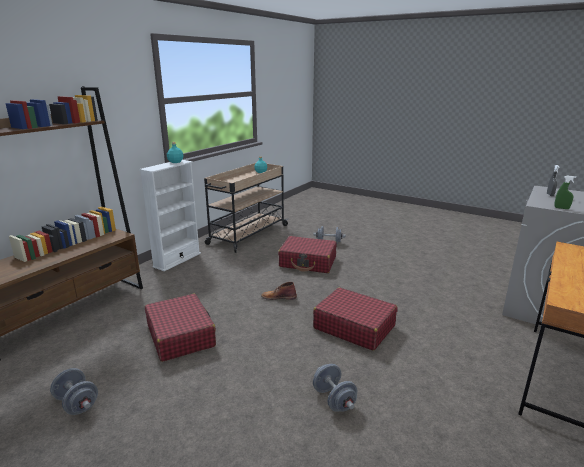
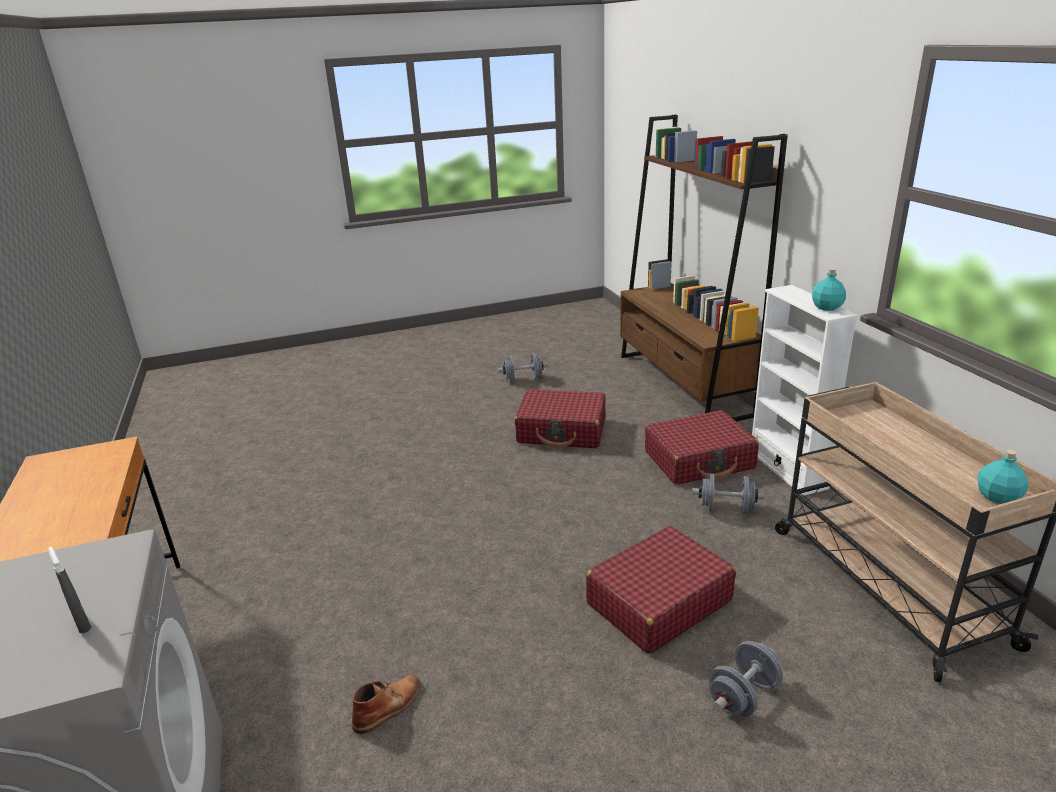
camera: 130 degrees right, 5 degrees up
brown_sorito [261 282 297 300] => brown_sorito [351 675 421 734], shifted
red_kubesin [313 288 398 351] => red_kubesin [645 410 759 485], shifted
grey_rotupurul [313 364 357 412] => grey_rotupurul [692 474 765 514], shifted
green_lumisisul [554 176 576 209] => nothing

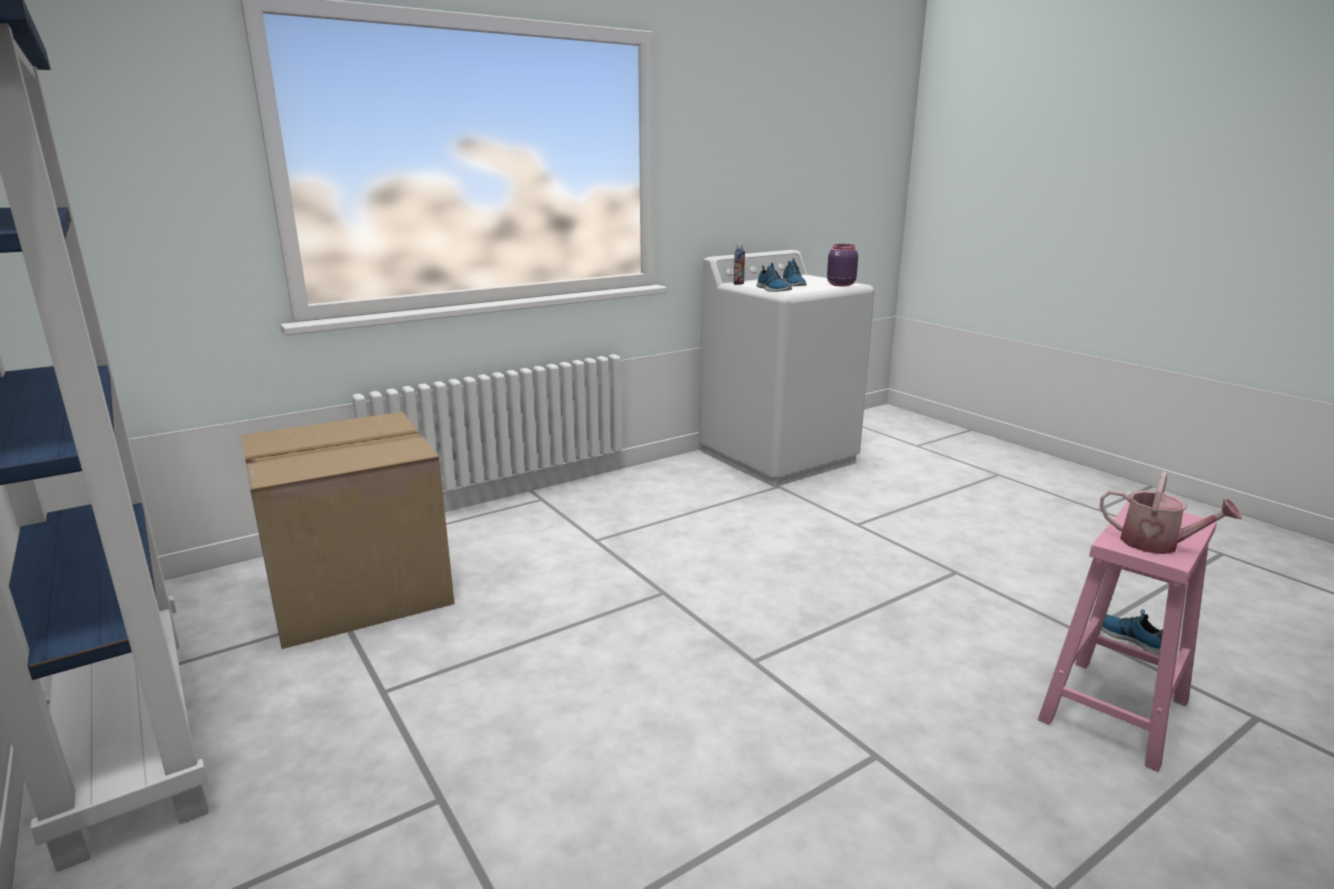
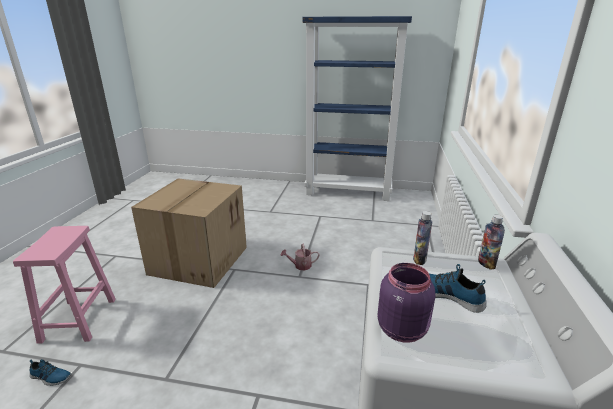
camera: 135 degrees right, 5 degrees up
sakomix [241 412 455 649] => sakomix [131 178 247 288], shifted
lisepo [756 263 792 292] => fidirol [413 211 432 265]
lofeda [1100 471 1242 554] => lofeda [281 243 319 271], shifted

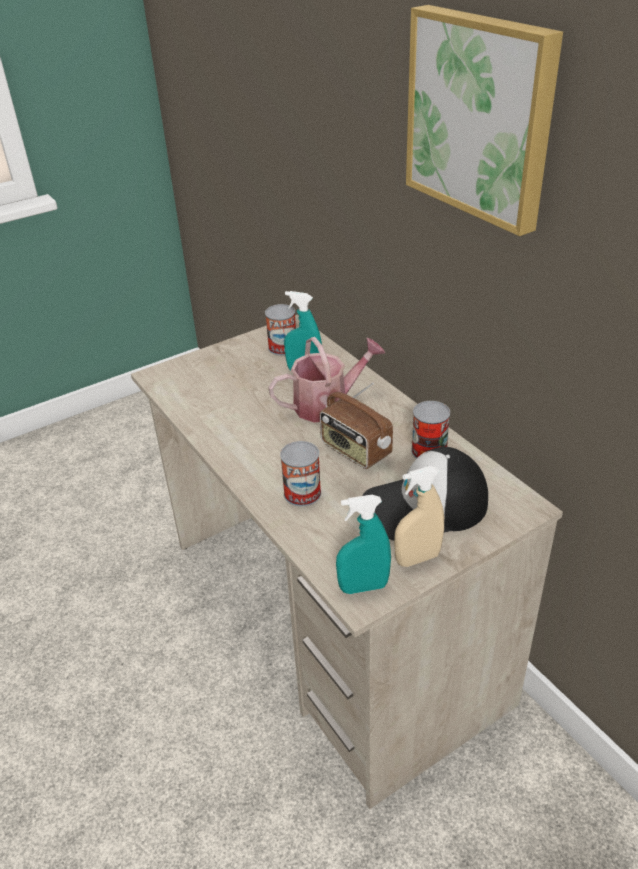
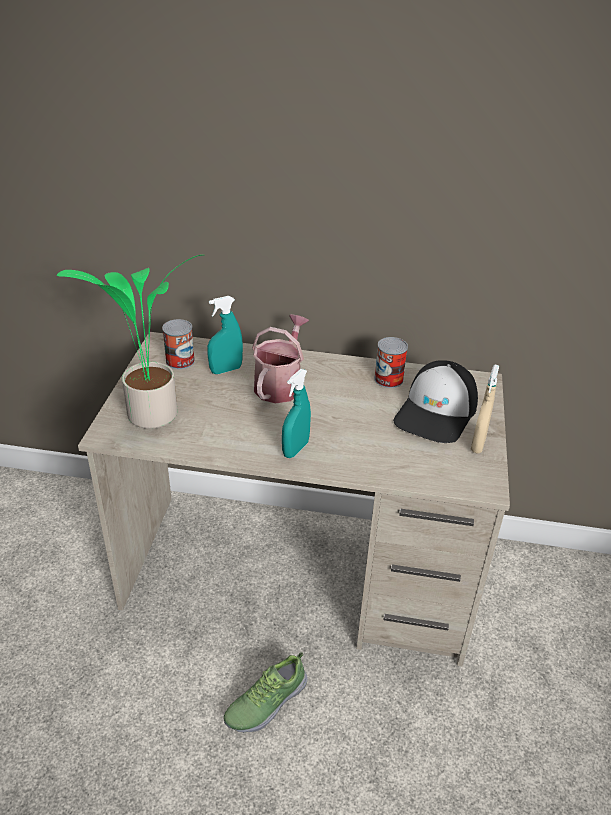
camera: 50 degrees left, 0 degrees up
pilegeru [280 441 321 506] => nothing
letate [320 383 393 469] => nothing
turquoise_lumisisul [336 495 391 594] => turquoise_lumisisul [282 369 311 458], shifted
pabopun [406 5 563 236] => nothing
nothing => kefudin [56 255 203 429]
nothing => lisepo [224 652 308 733]

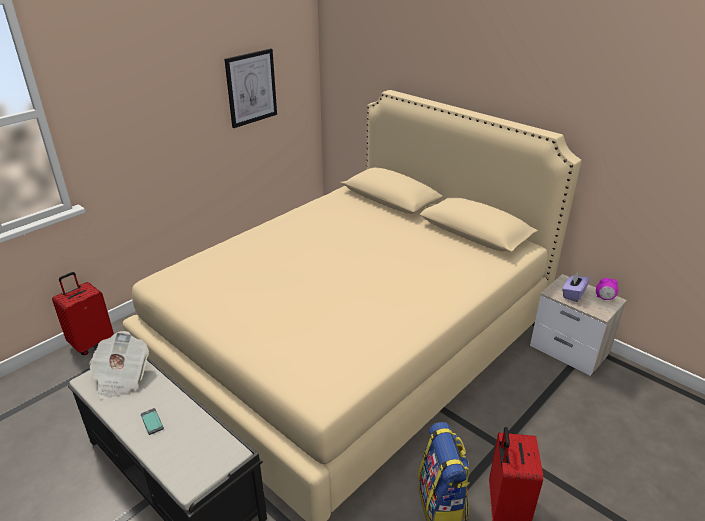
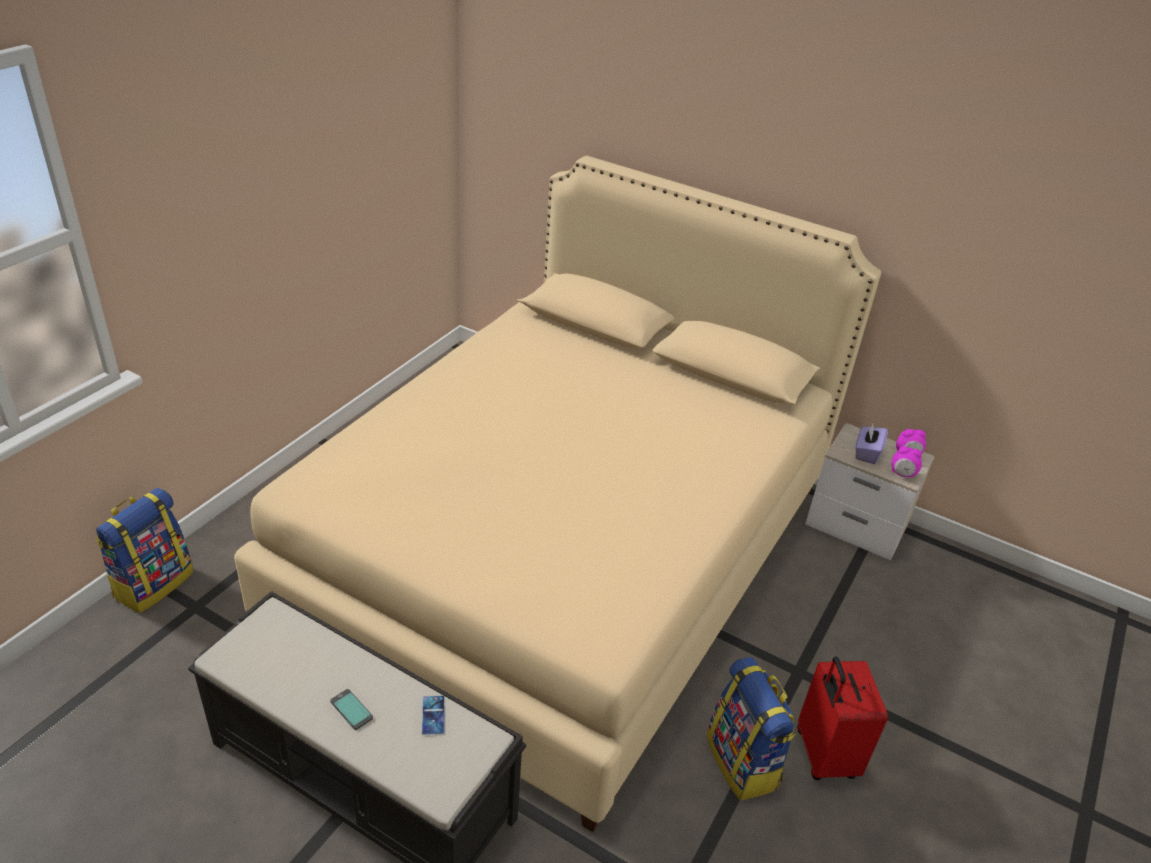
camera: 15 degrees left, 5 degrees up
red_kubesin [52 272 114 355] => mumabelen [96 488 194 613]
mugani [89 331 149 400] => nothing
pabopun [224 49 277 128] => nothing
nothing => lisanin [422 696 445 735]
nothing => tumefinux [891 446 922 477]

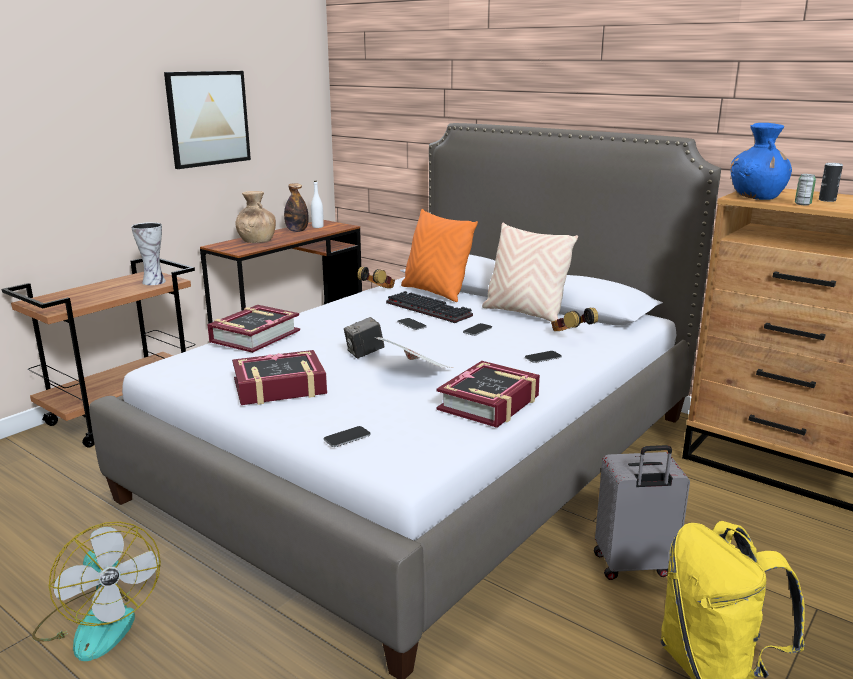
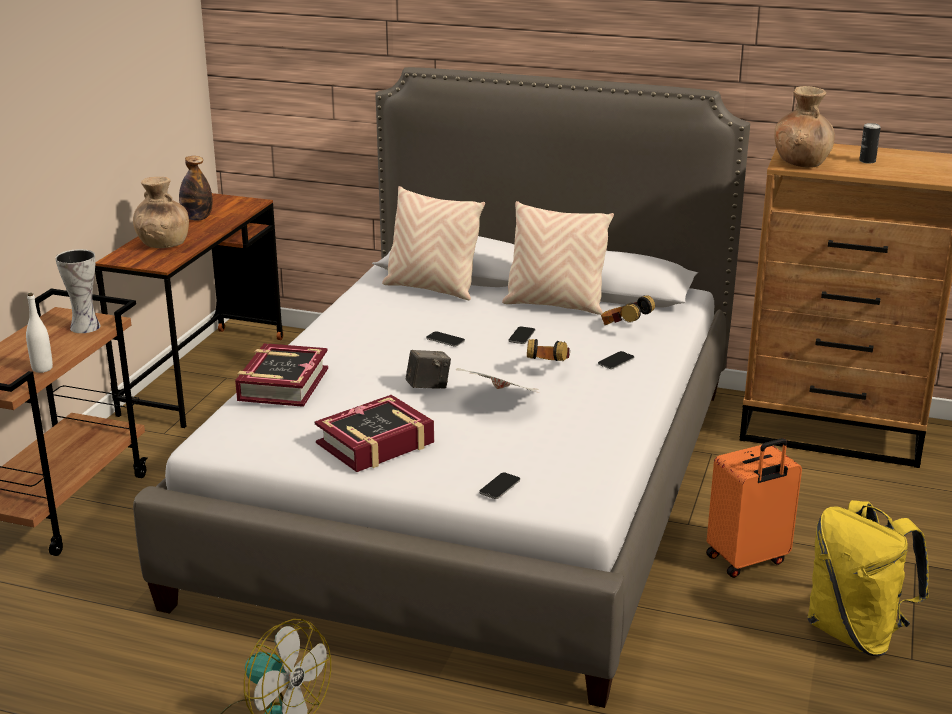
camera: 20 degrees left, 5 degrees up
pabopun [164 71 251 169] => nothing
white_fidirol [311 181 324 228] => white_fidirol [26 293 53 373], shifted
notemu [344 317 384 359] => notemu [406 350 451 389], 150 degrees counterclockwise
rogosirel [357 267 395 288] => rogosirel [527 339 570 361], shifted
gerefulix [386 291 473 323] => nothing
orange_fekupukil [401 209 478 302] => beige_fekupukil [382 186 485 300]
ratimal [436 361 540 428] => nothing
grey_kubesin [594 445 690 580] => orange_kubesin [706 438 802 578]
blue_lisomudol [730 123 792 200] => brown_lisomudol [774 86 835 168]
pilegeru [795 174 816 205] => nothing

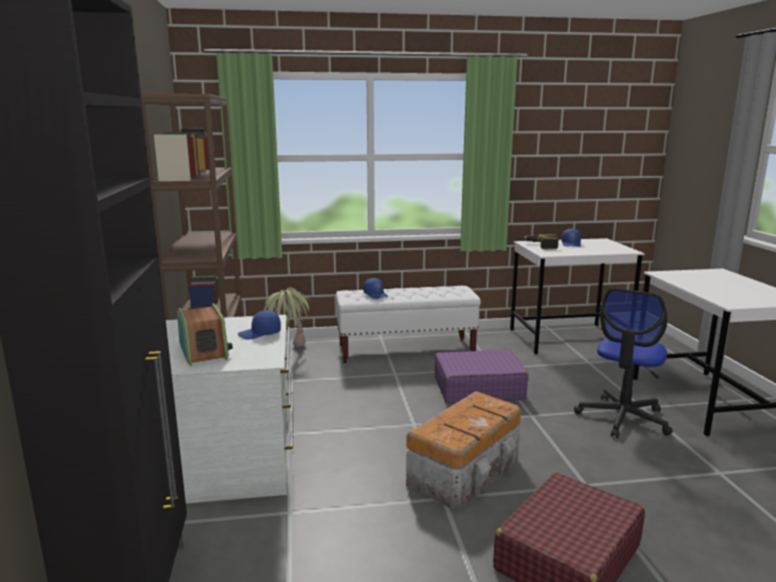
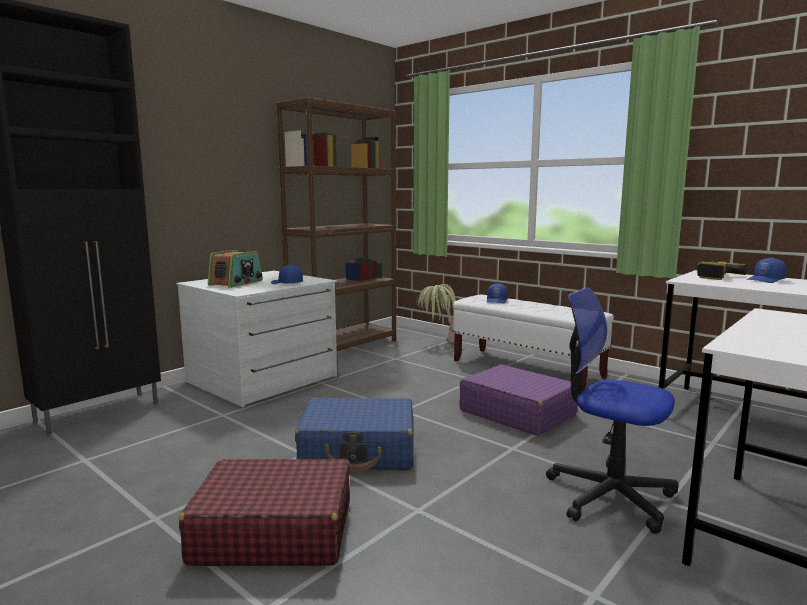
camera: 50 degrees right, 5 degrees down
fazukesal [406 391 521 509] => blue_kubesin [295 398 413 472]
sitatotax [574 288 673 438] => sitatotax [546 287 679 534], 45 degrees clockwise

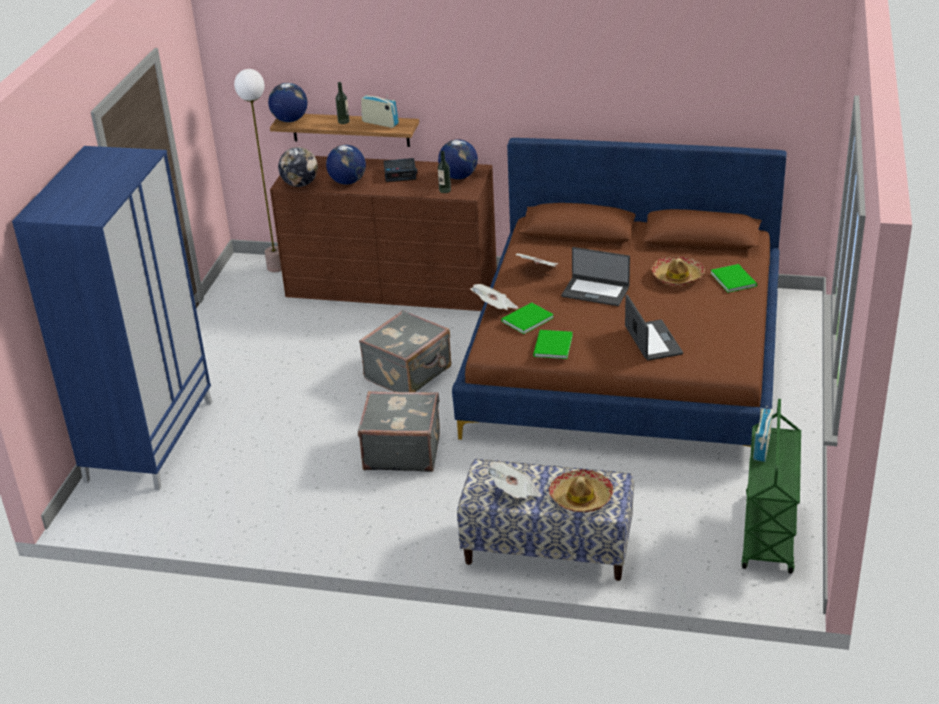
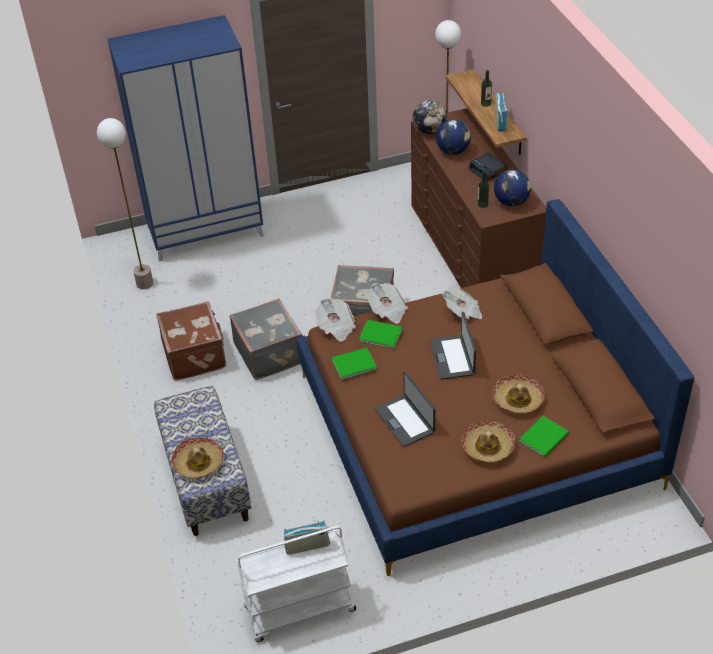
camera: 60 degrees right, 10 degrees up
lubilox [268 83 308 122] => nothing
mugani [486 462 542 499] => mugani [315 298 356 341], shifted
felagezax [625 295 683 361] => felagezax [375 371 436 447], 105 degrees clockwise
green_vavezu [741 399 801 574] => white_vavezu [236 526 356 642]
nothing => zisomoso [97 118 153 289]
nothing => brown_kubesin [156 301 226 380]
nothing => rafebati [462 421 515 463]

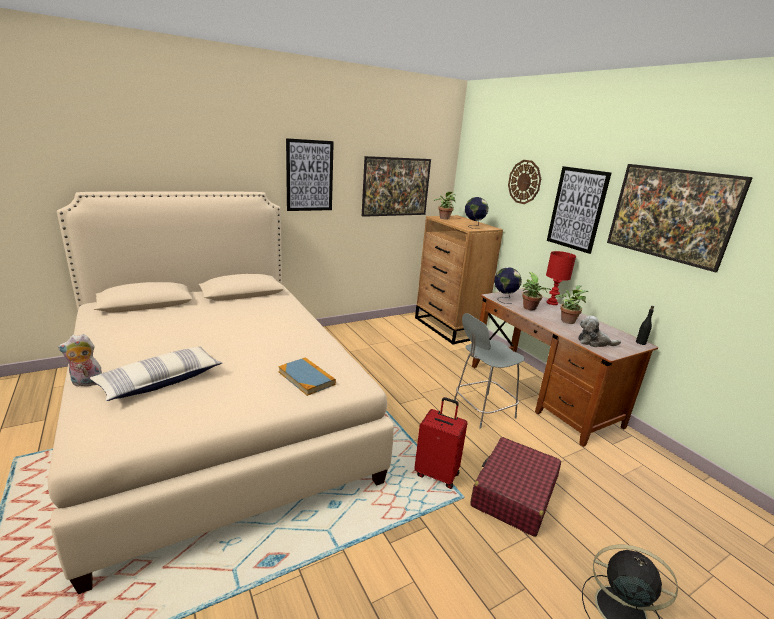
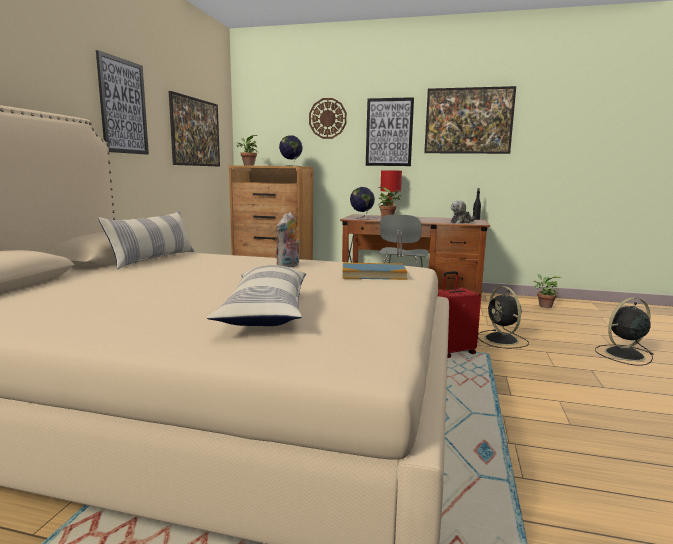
camera: 45 degrees left, 10 degrees down
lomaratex [58 334 102 387] => lomaratex [276 212 300 268], shifted
red_kubesin [470 437 561 537] => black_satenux [478 286 529 348]
kefudin [555 285 588 324] => kefudin [534 274 561 308], shifted
nothing => fekupukil [98 211 194 269]

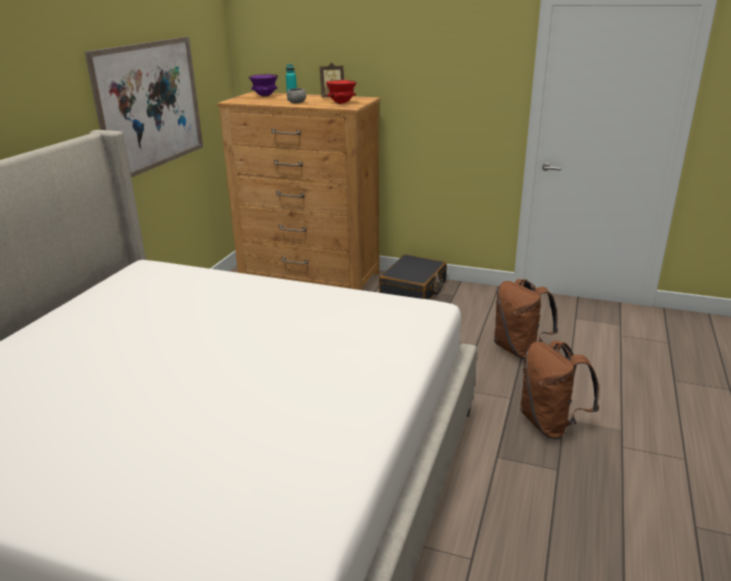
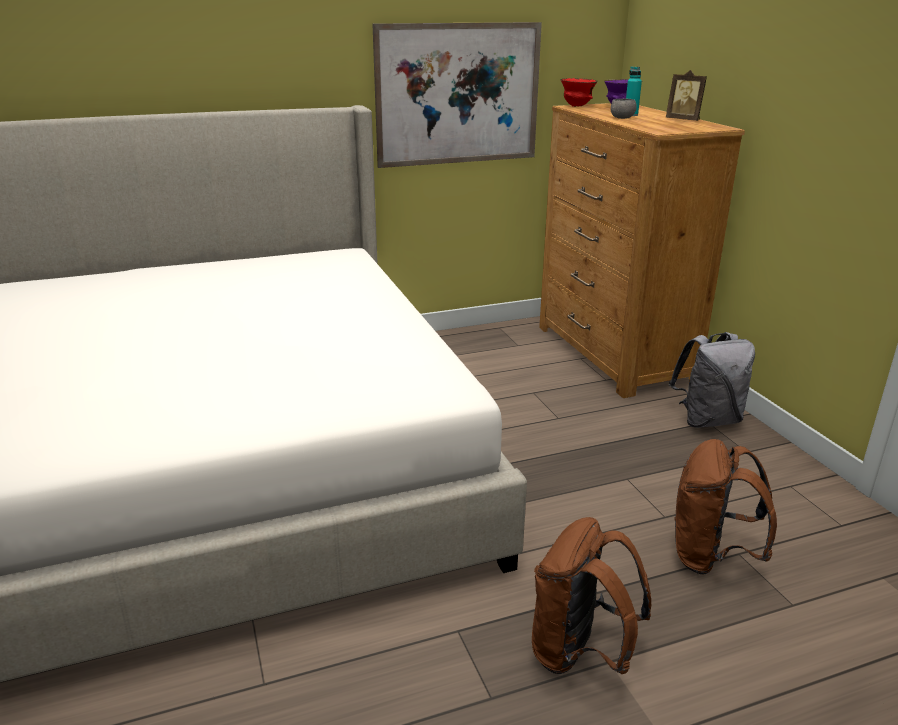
camera: 50 degrees right, 0 degrees up
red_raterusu [325 80 357 104] => red_raterusu [560 78 598 107], shifted
black_kubesin [379 254 447 299] => grey_mumabelen [669 332 755 428]

